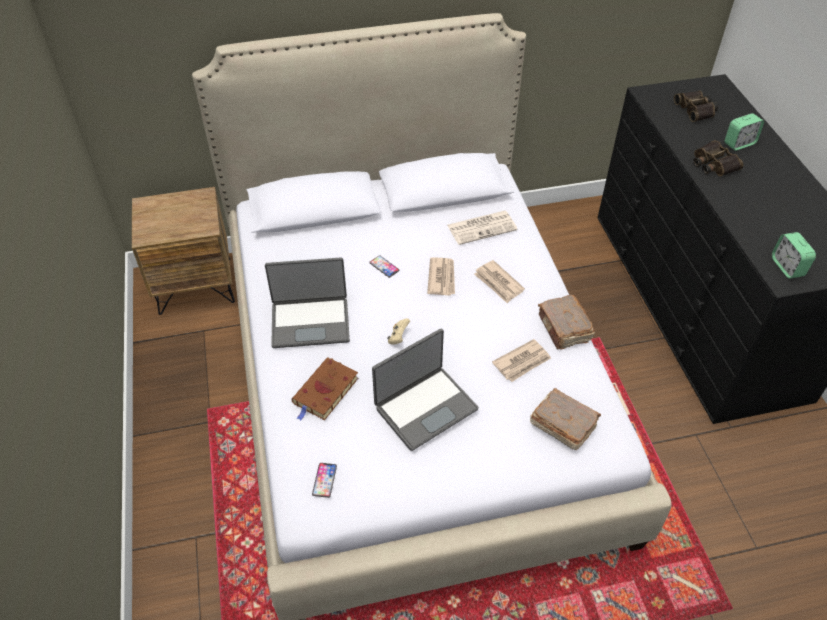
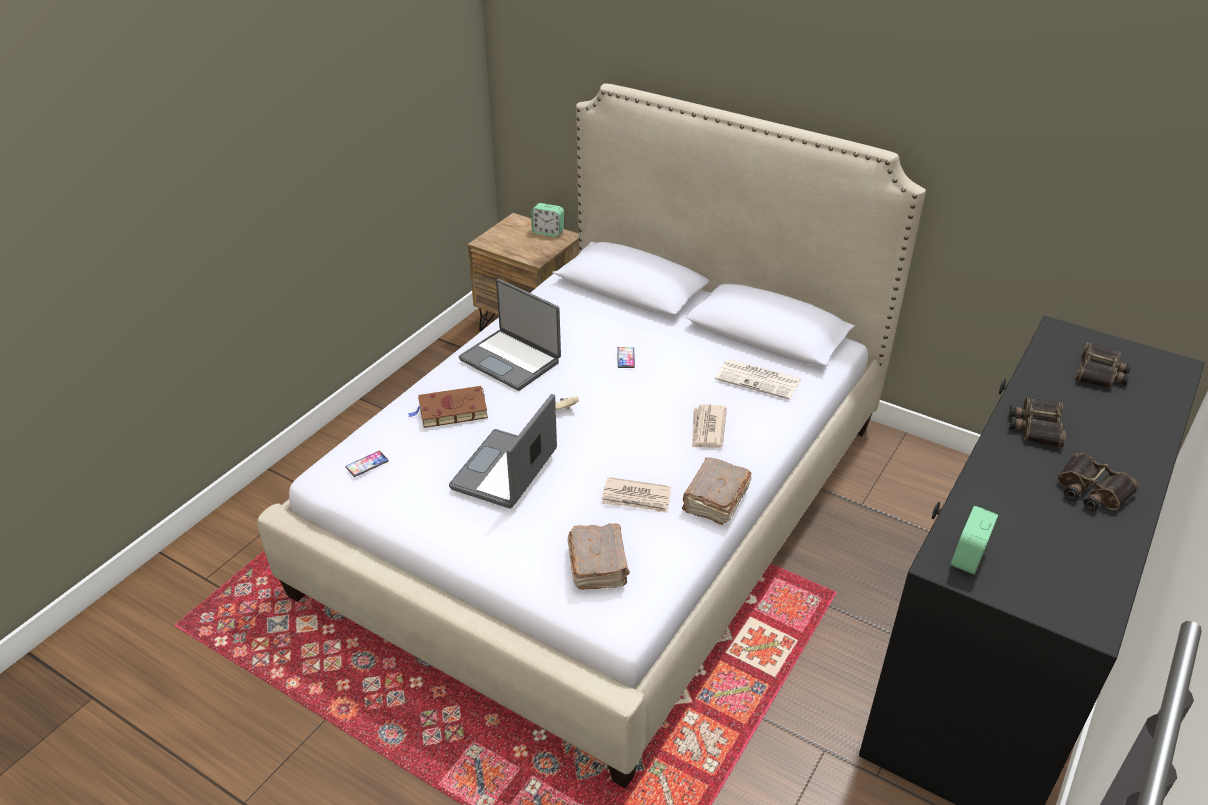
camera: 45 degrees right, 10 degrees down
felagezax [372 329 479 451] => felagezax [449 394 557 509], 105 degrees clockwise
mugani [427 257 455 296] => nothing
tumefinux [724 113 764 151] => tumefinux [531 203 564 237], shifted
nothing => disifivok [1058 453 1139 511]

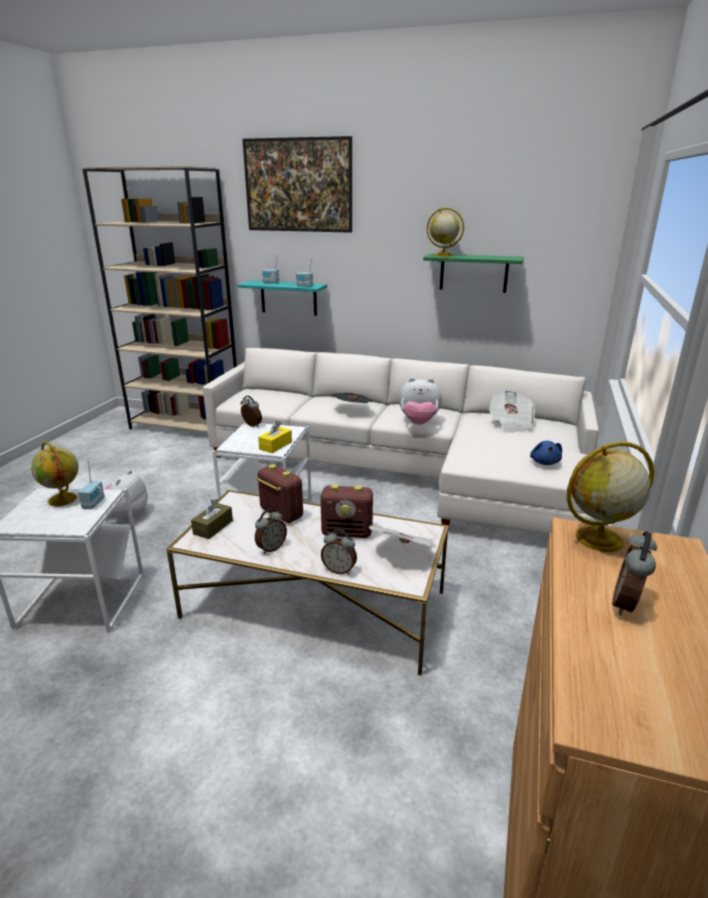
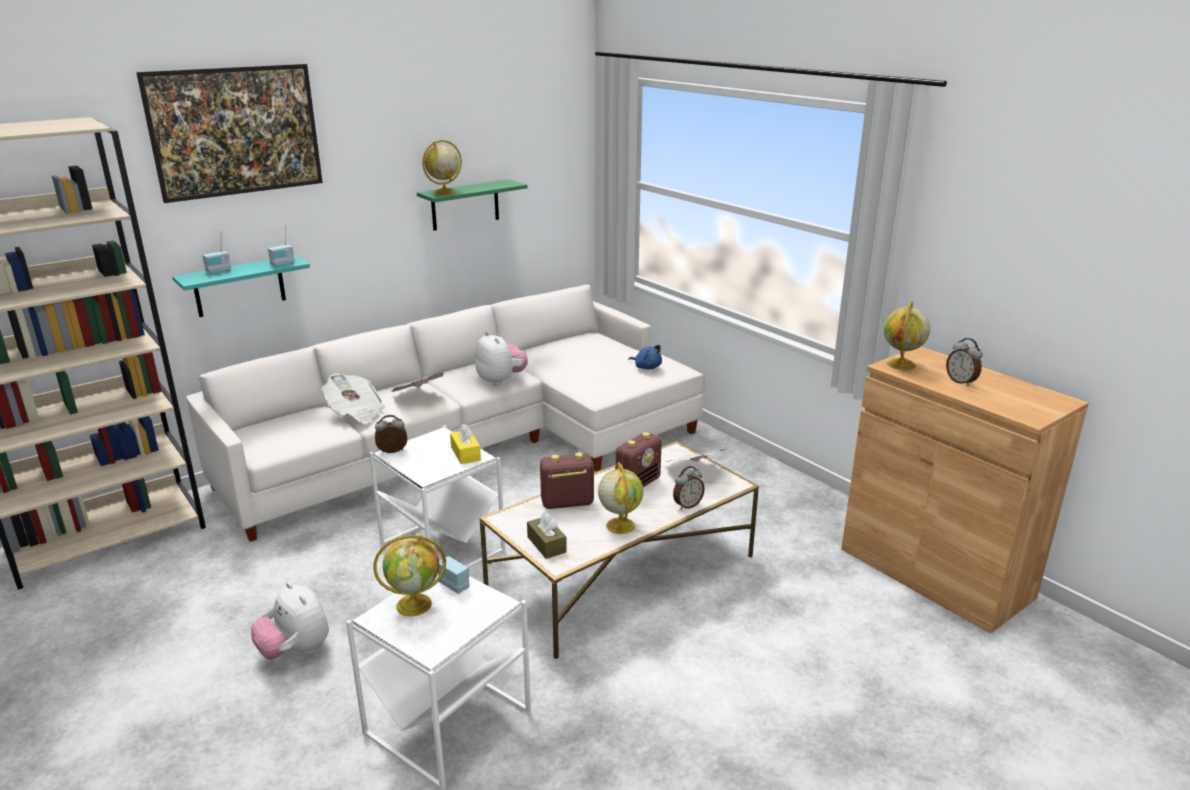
camera: 55 degrees left, 0 degrees up
tumefinux [255 509 287 554] => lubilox [598 462 643 534]
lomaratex [399 378 442 425] => lomaratex [475 331 528 386], 75 degrees counterclockwise
mugani [488 390 535 433] => mugani [322 374 385 423], shifted

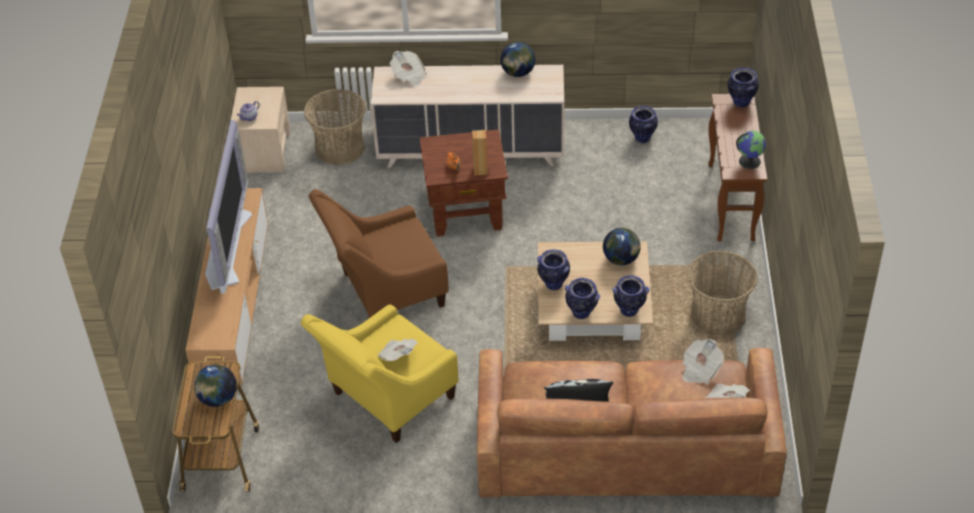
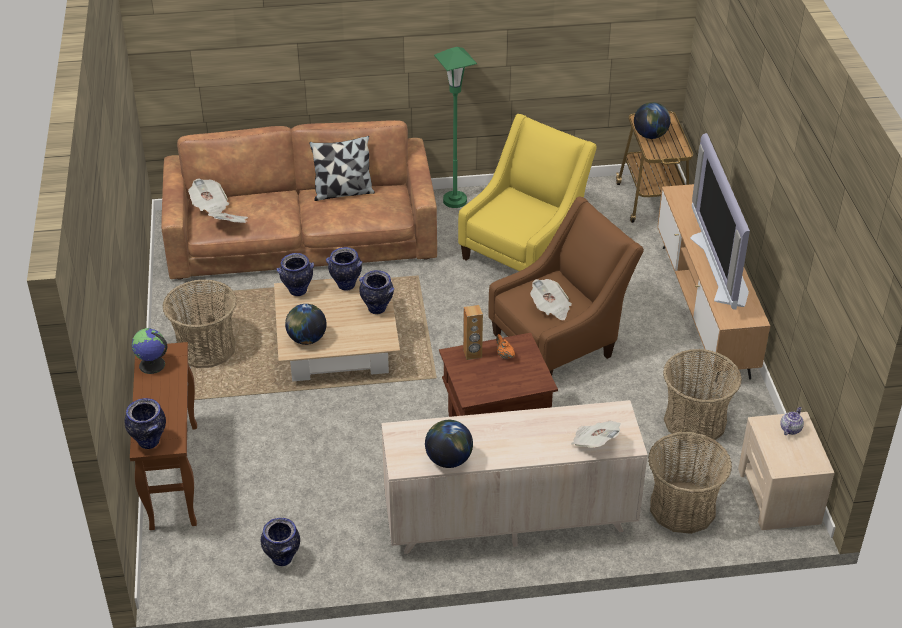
camera: 170 degrees right, 5 degrees down
mugani [377 339 418 361] => mugani [530 279 572 320], shifted
nothing => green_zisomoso [434 47 477 208]
nothing => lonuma [663 349 742 444]

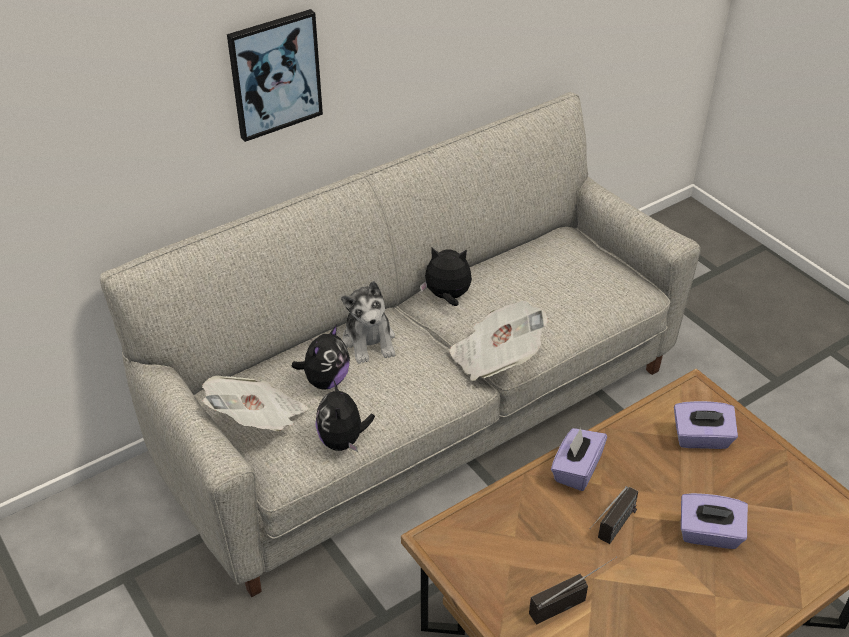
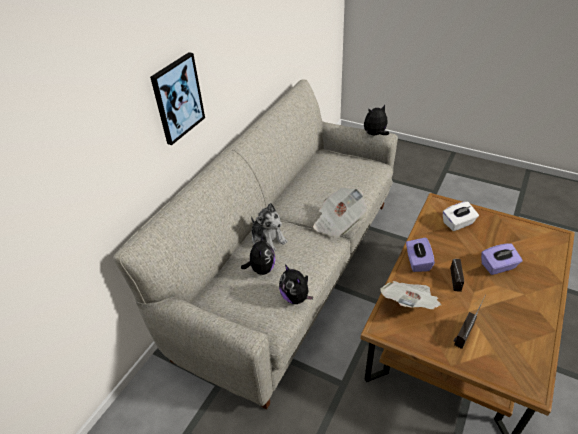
camera: 25 degrees left, 0 degrees up
mugani [202 376 308 432] => mugani [380 281 442 309], shifted
lomaratex [420 247 472 306] => lomaratex [364 105 389 135], shifted
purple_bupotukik [674 401 738 449] => white_bupotukik [443 202 479 231]

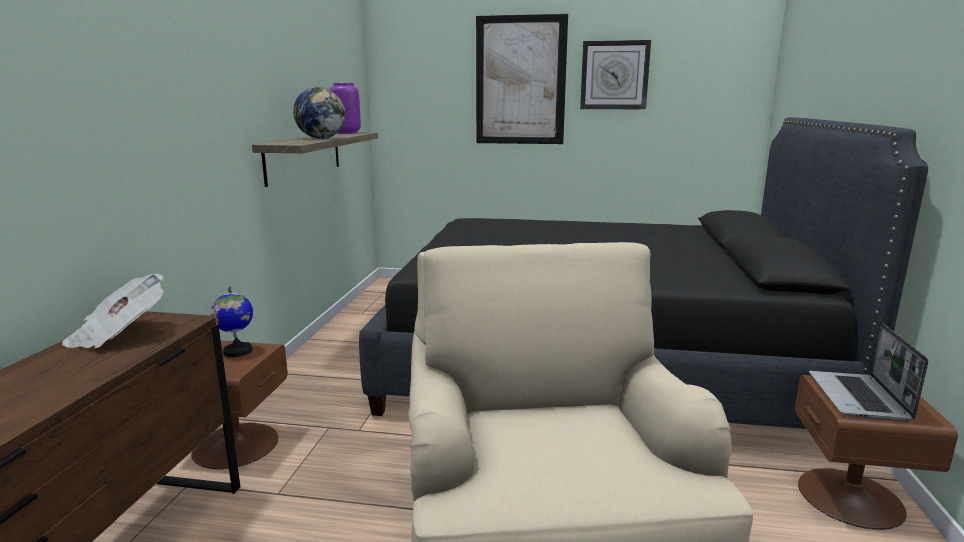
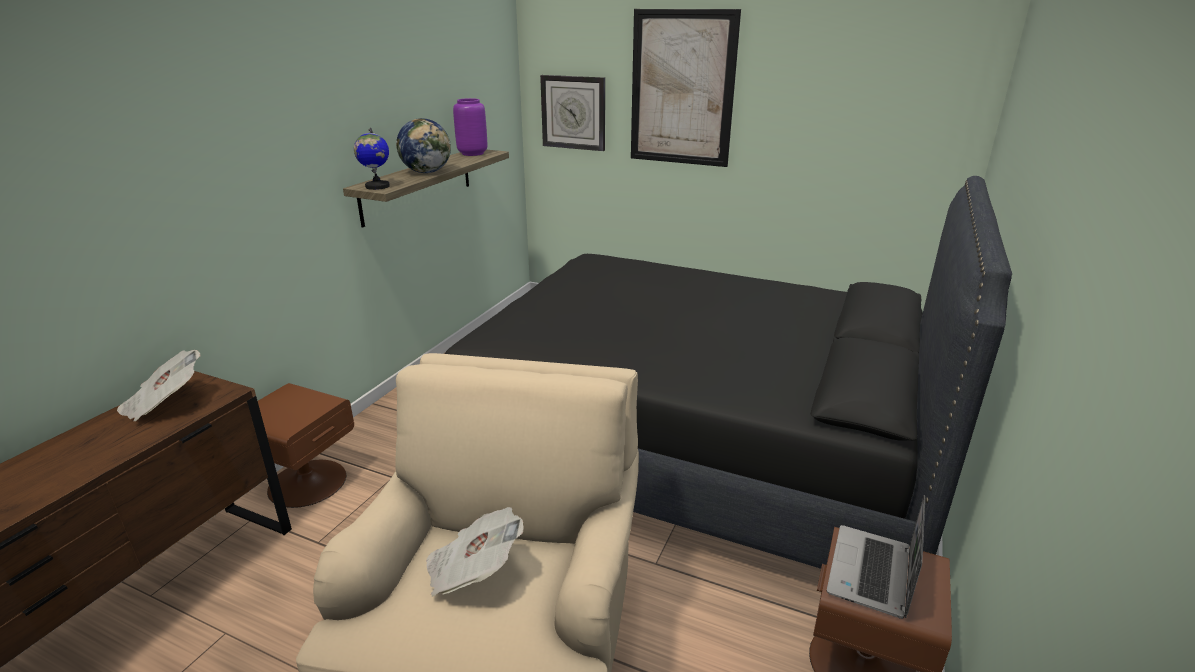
camera: 15 degrees right, 10 degrees up
lubilox [211 287 253 357] => lubilox [354 127 390 190], shifted
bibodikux [580 40 651 109] => bibodikux [540 75 605 151], shifted
nothing => mugani [426 507 524 597]

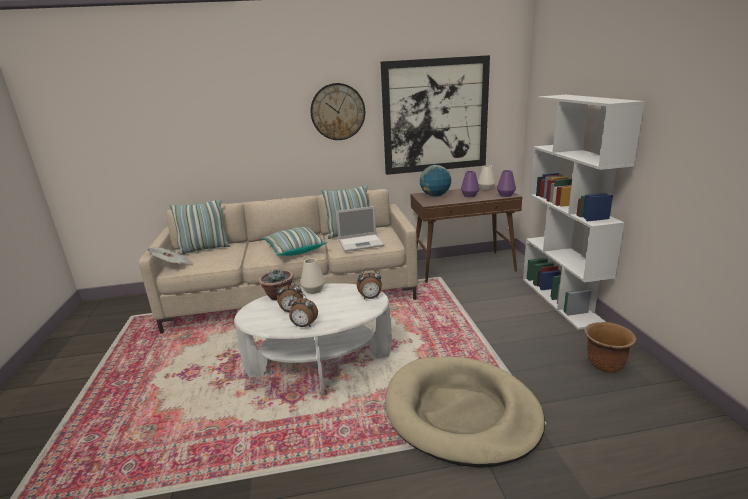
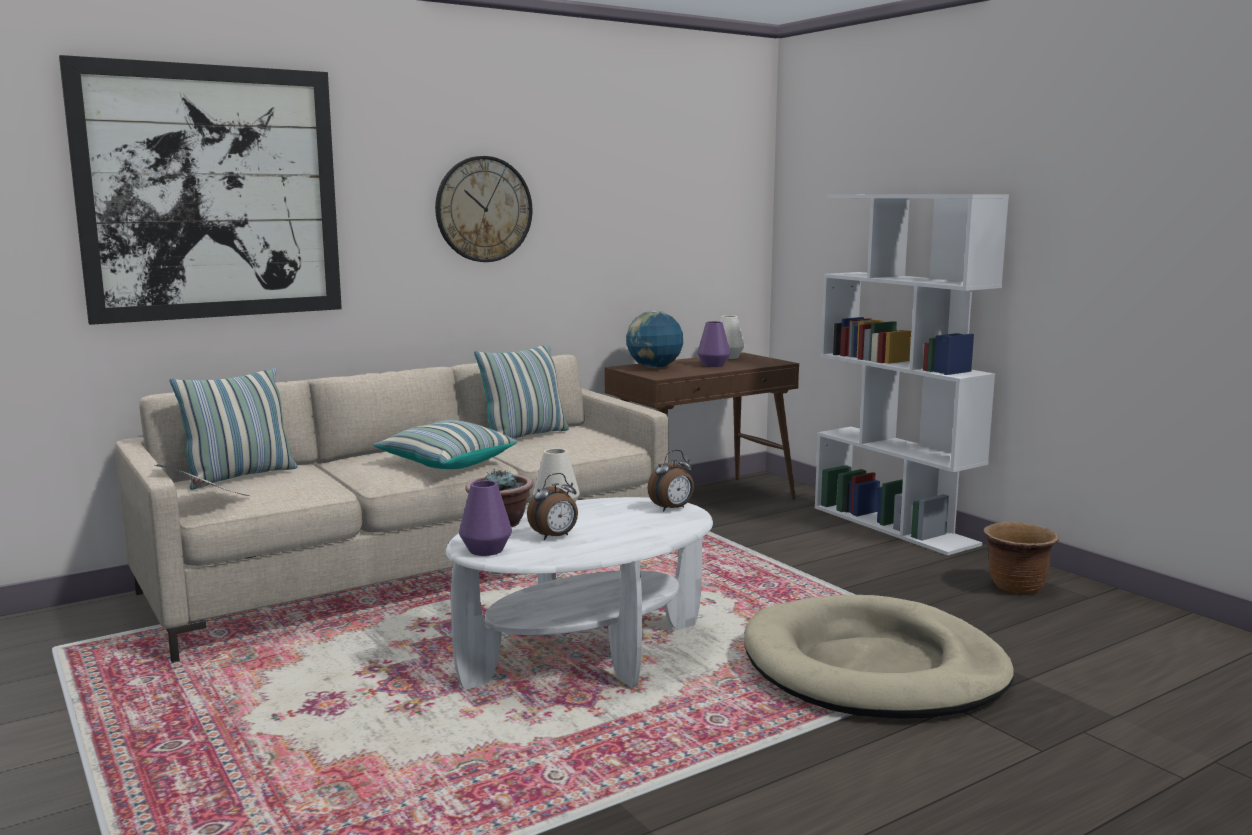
camera: 25 degrees left, 10 degrees down
tumefinux [288 293 318 327] => nothing
felagezax [336 206 384 252] => nothing
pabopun [381 55 490 175] => pabopun [59 55 342 325], shifted
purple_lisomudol [497 170 516 197] => purple_lisomudol [459 480 512 556], shifted

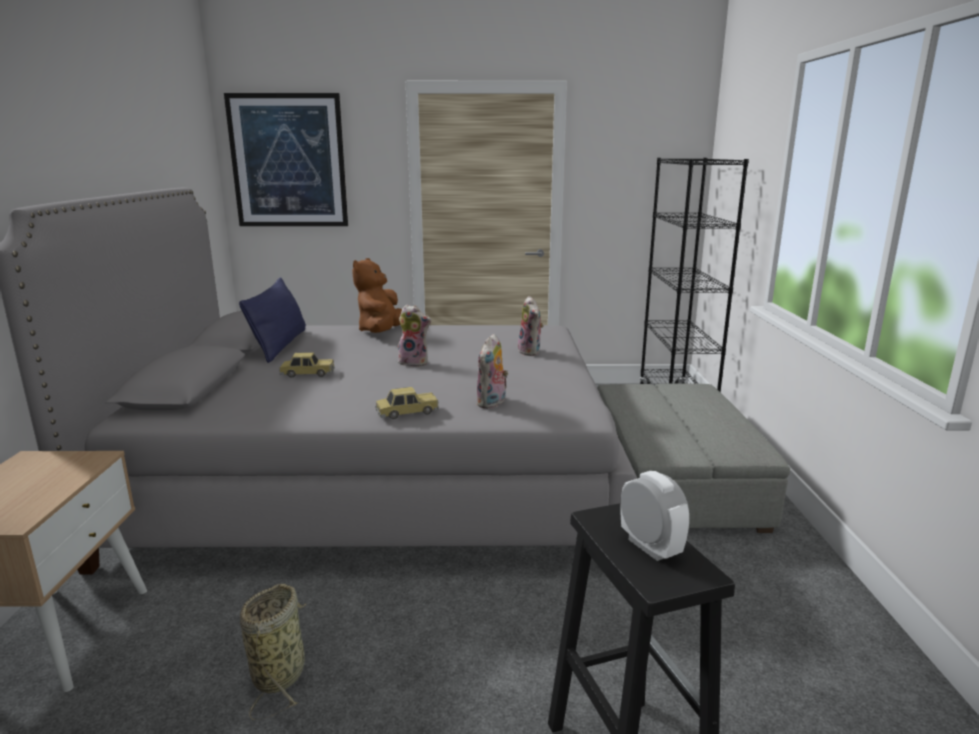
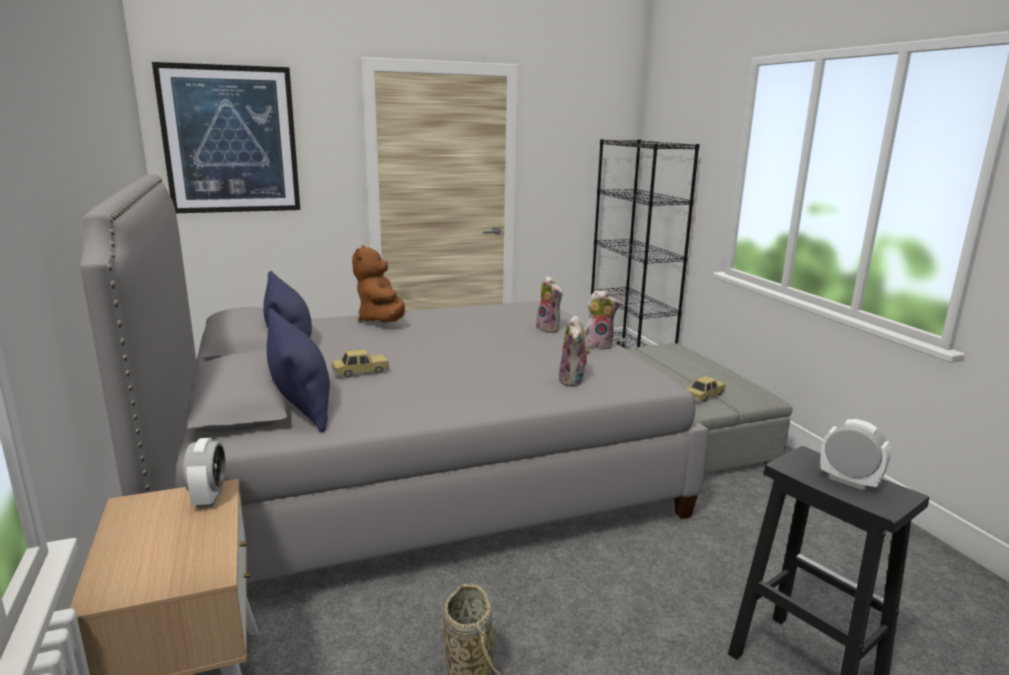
camera: 20 degrees left, 0 degrees up
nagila [375 387 439 419] => nagila [687 376 726 402], shifted
lomaratex [398 305 431 367] => lomaratex [584 290 621 350], shifted
nothing => tumefinux [183 438 226 507]
nothing => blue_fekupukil [267 308 330 432]

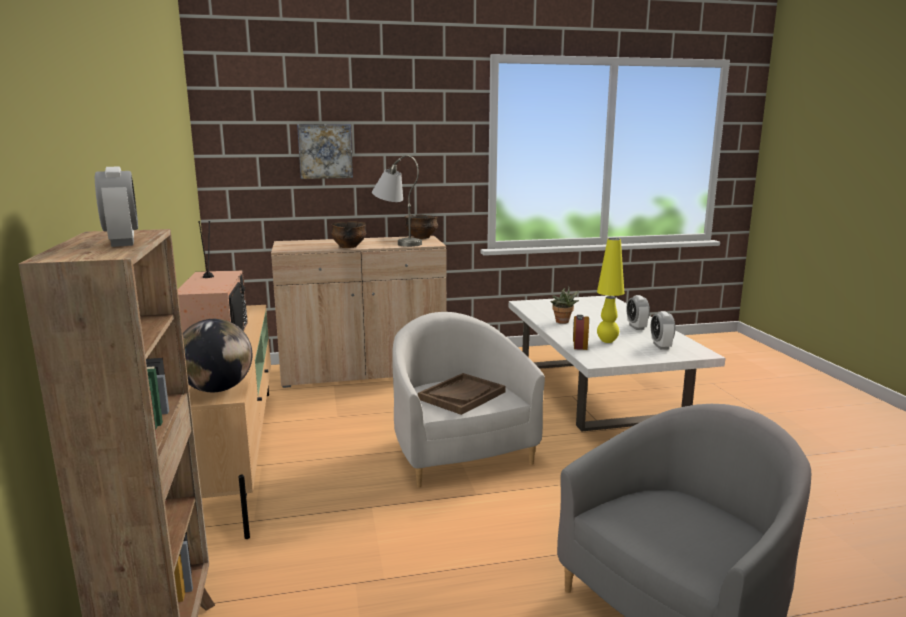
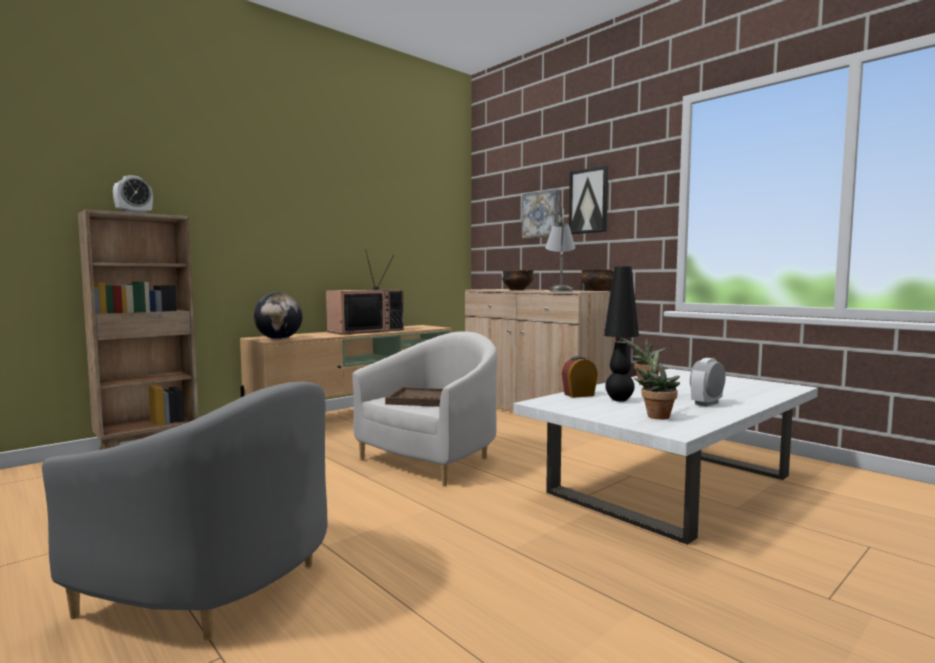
camera: 60 degrees right, 10 degrees down
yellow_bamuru [597 238 625 343] => black_bamuru [604 267 639 402]
tumefinux [651 311 675 349] => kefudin [634 350 680 420]
nothing => pabopun [569 166 608 234]

